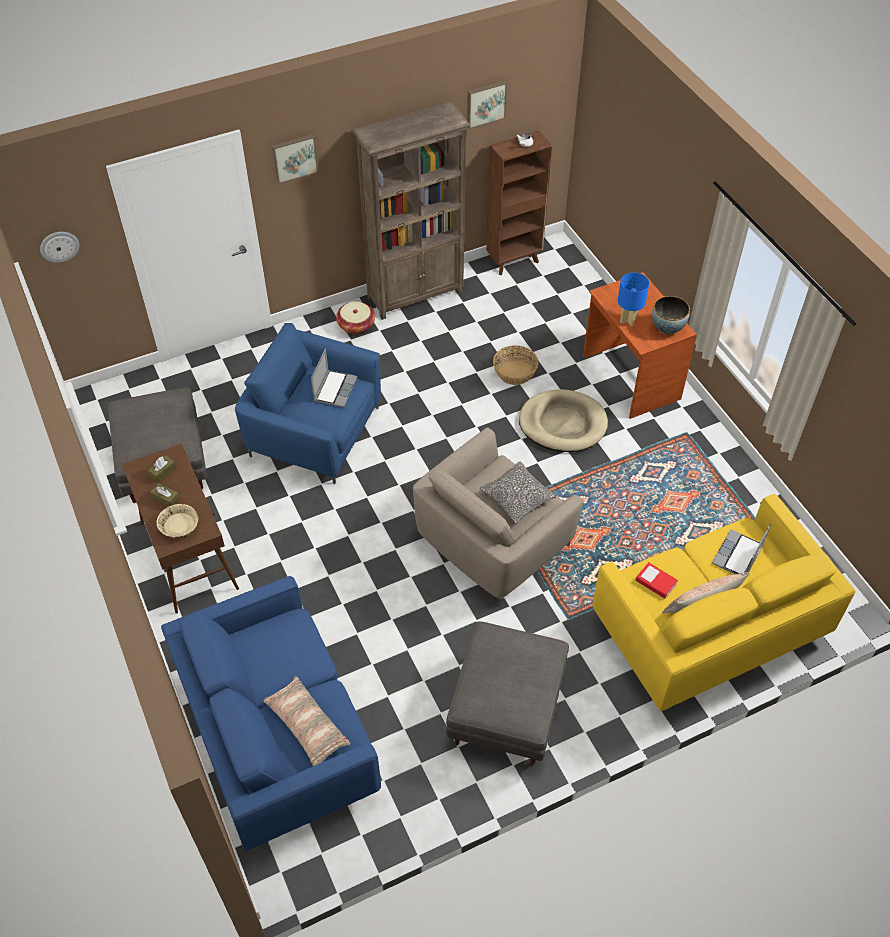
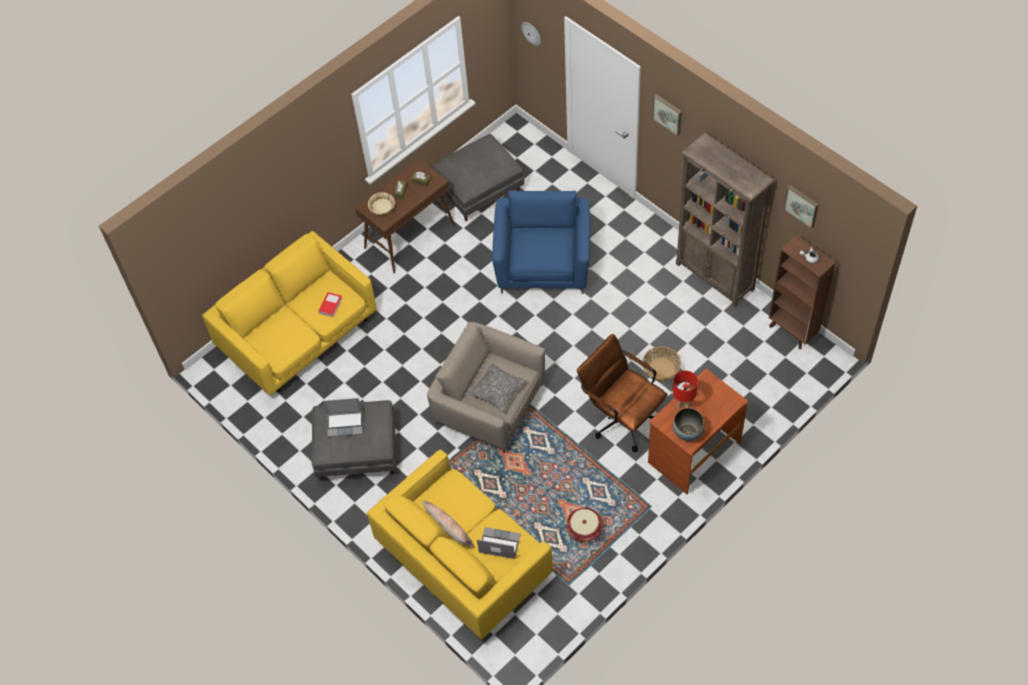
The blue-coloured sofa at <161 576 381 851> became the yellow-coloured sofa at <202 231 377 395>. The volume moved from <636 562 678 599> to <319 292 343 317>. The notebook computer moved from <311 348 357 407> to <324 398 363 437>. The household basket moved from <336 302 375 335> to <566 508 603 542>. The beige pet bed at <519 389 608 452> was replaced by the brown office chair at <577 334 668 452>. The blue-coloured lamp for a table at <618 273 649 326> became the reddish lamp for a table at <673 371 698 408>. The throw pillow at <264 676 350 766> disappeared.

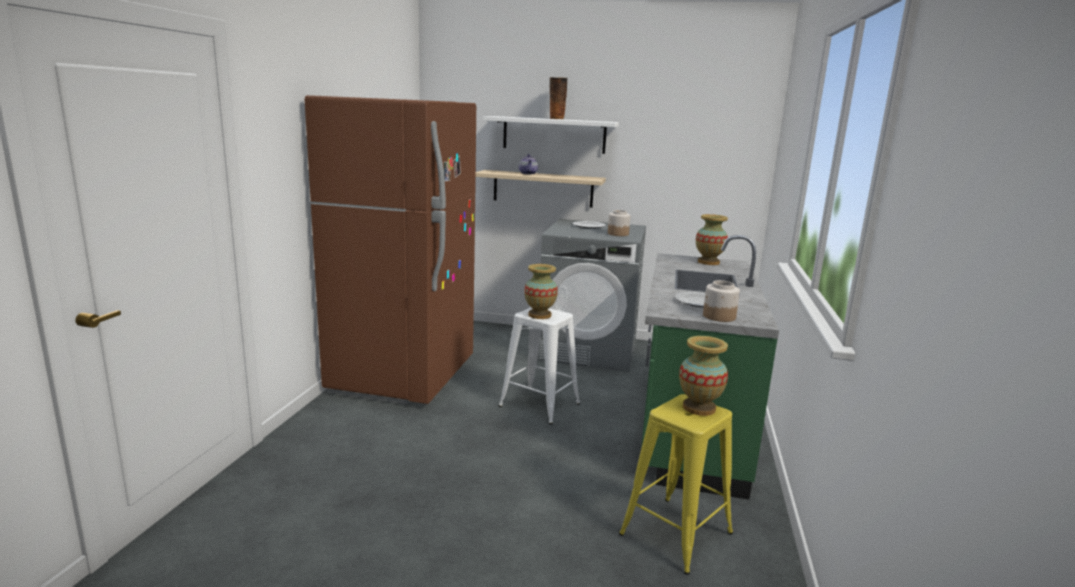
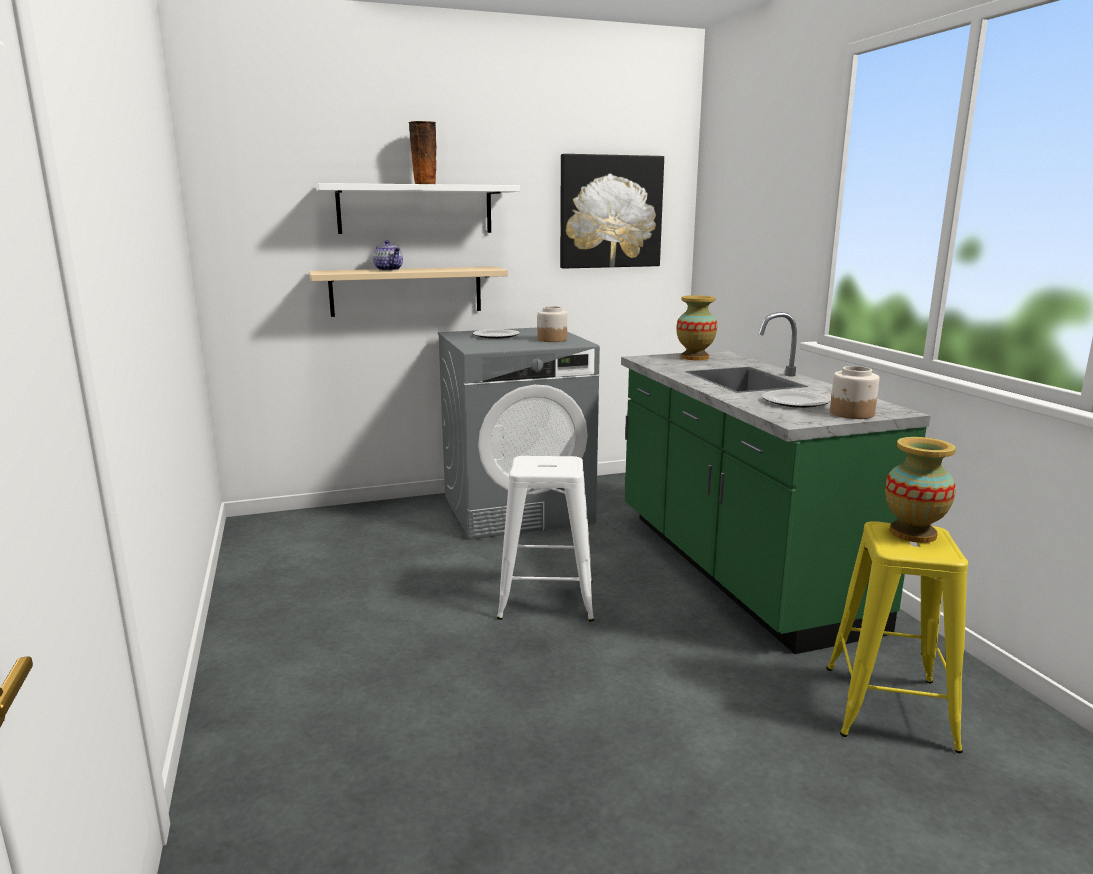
The wall picture at <560 154 664 268> appeared. The brown refrigerator at <305 95 476 405> disappeared. The decorative vase at <524 264 558 319> disappeared.

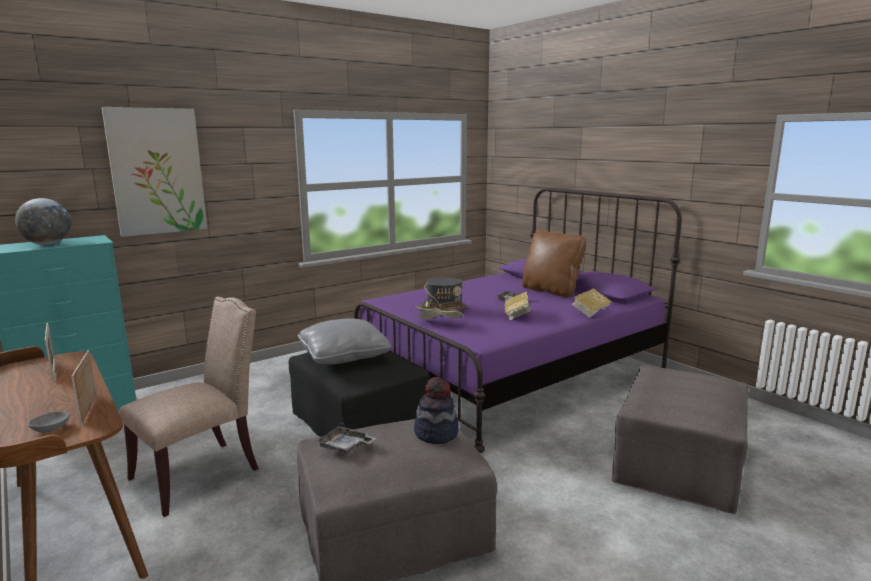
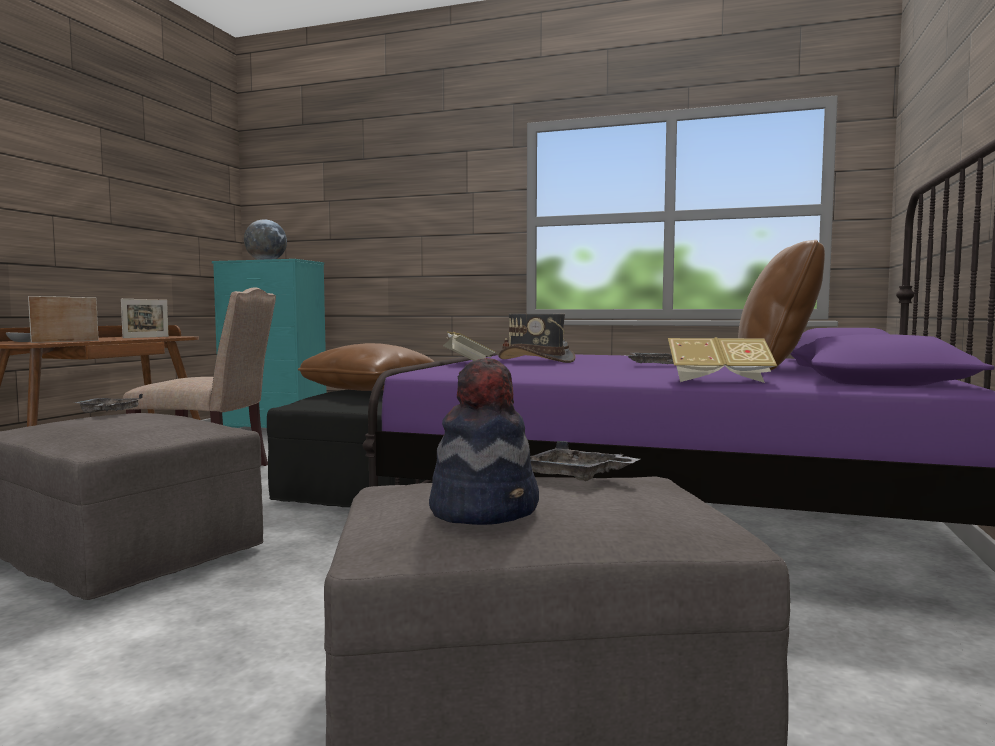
The gray throw pillow at <298 318 392 364> became the brown throw pillow at <298 343 434 391>. The hat moved from <414 377 459 444> to <429 358 539 525>. The gray carrying tray at <530 441 640 481> appeared. The wall picture at <102 107 207 237> disappeared. The volume at <505 291 531 320> disappeared.

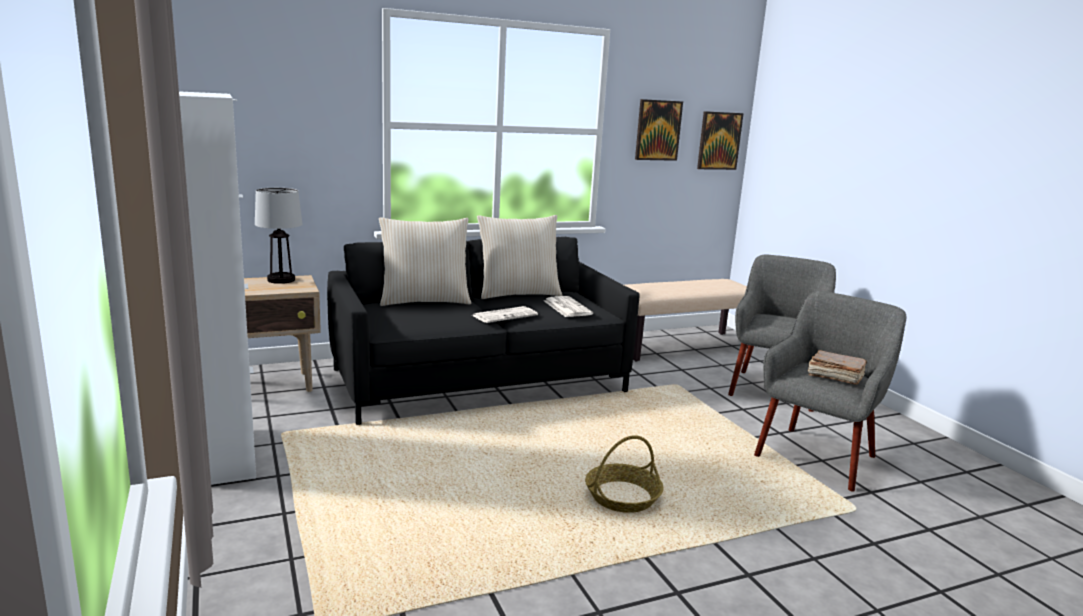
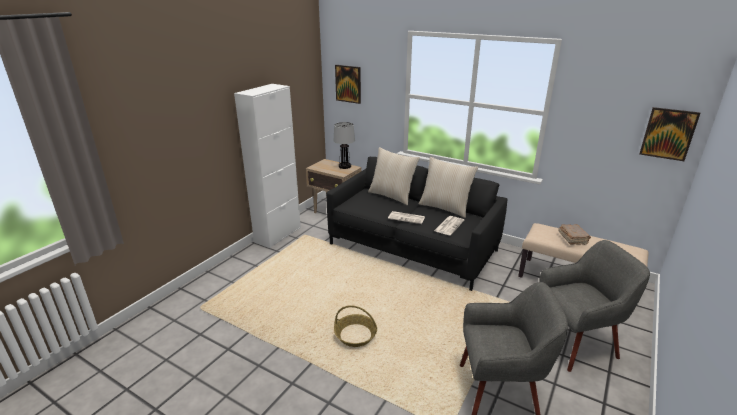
The wall picture moved from <635 99 683 161> to <335 65 361 104>. The brown volume moved from <808 350 867 385> to <558 224 591 245>.

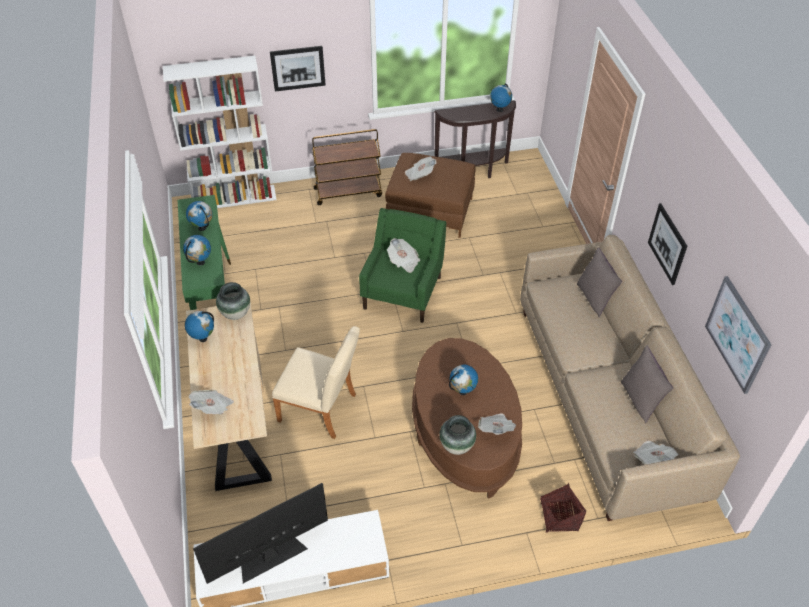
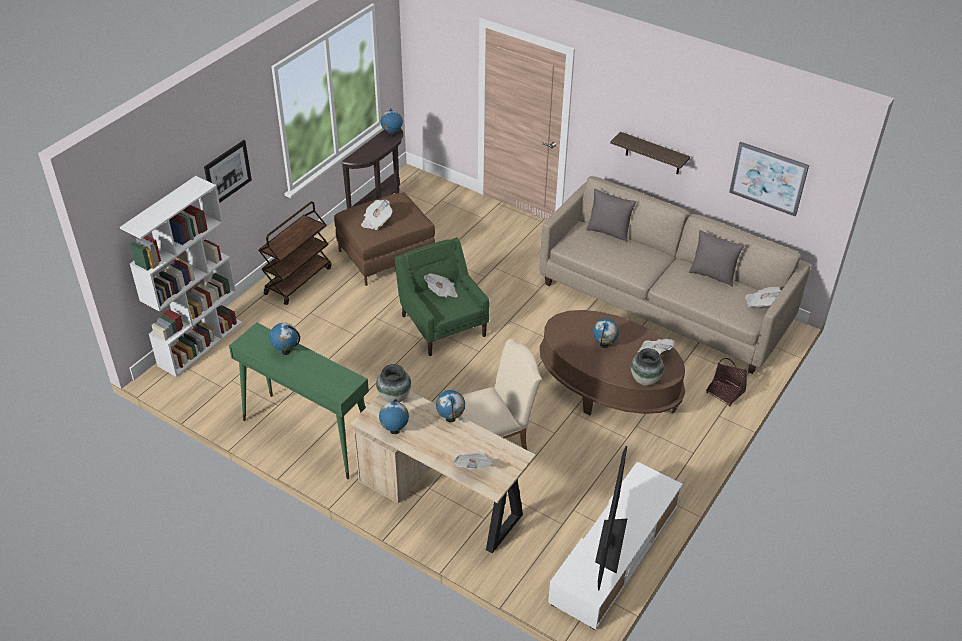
The globe moved from <183 235 211 265> to <436 390 465 423>. The wall picture at <648 203 687 285> was replaced by the shelf at <610 132 690 174>.

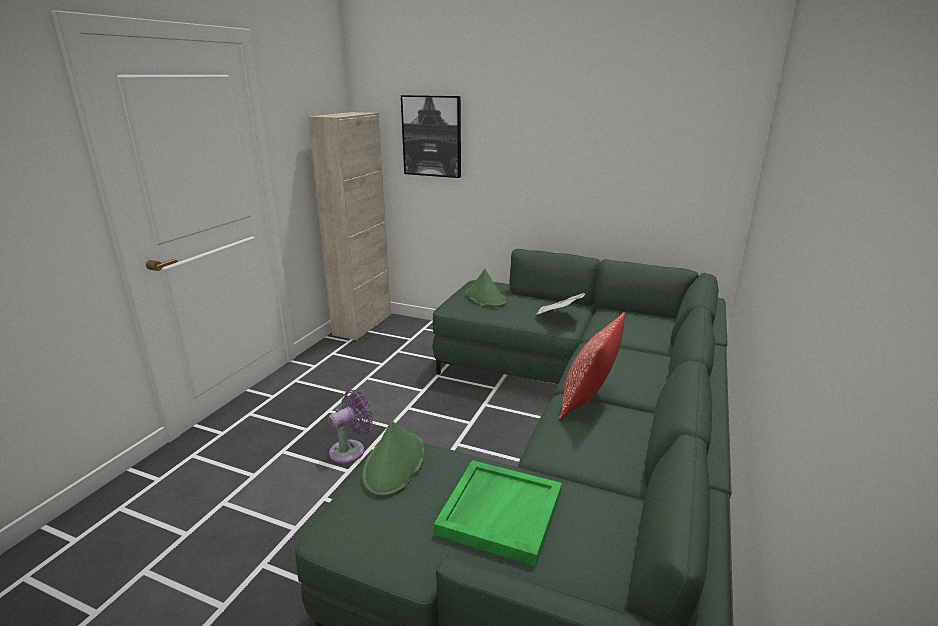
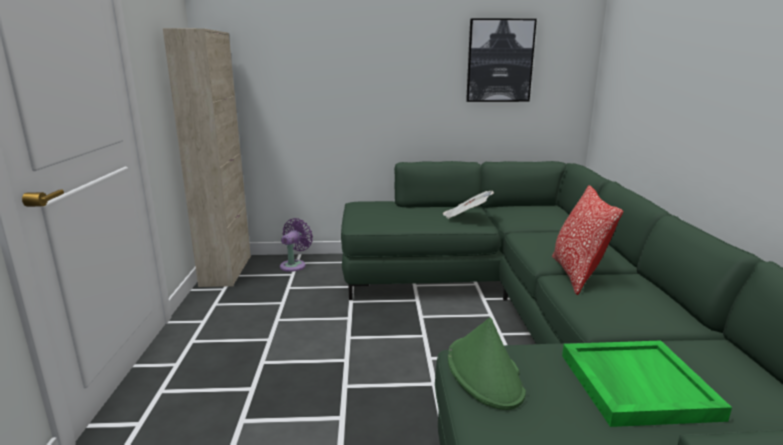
The purple-coloured electric fan moved from <328 390 373 463> to <280 218 313 272>. The wall picture moved from <401 95 461 178> to <466 18 537 102>. The green-coloured hat at <465 269 507 307> disappeared.

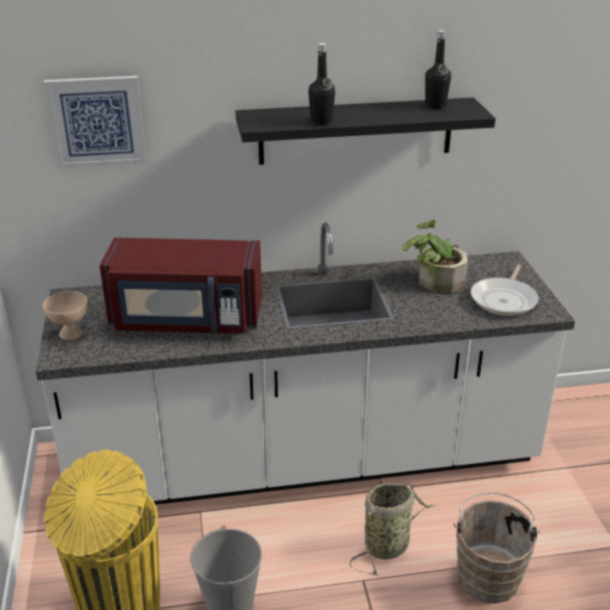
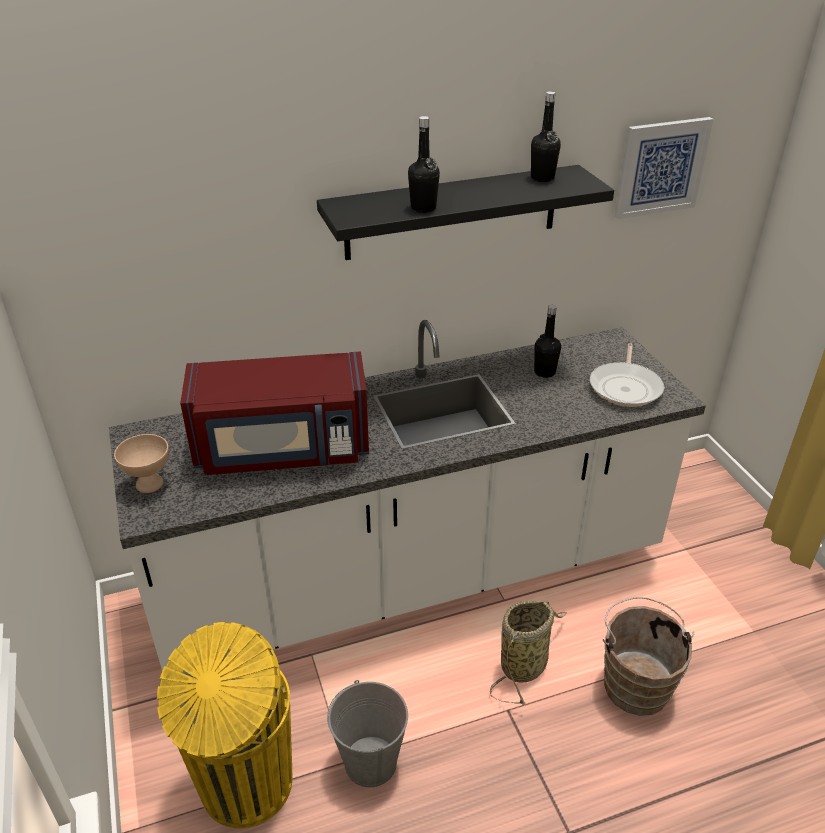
The potted plant at <402 220 468 293> was replaced by the black beverage bottle at <534 305 561 378>. The wall picture moved from <43 76 147 169> to <615 117 714 219>.

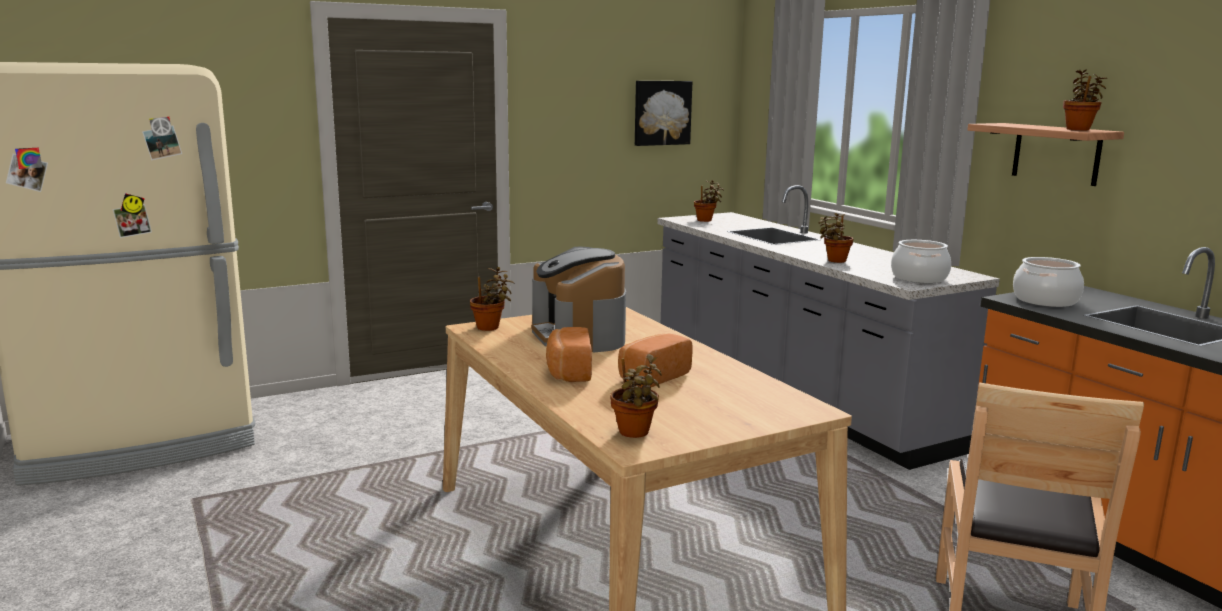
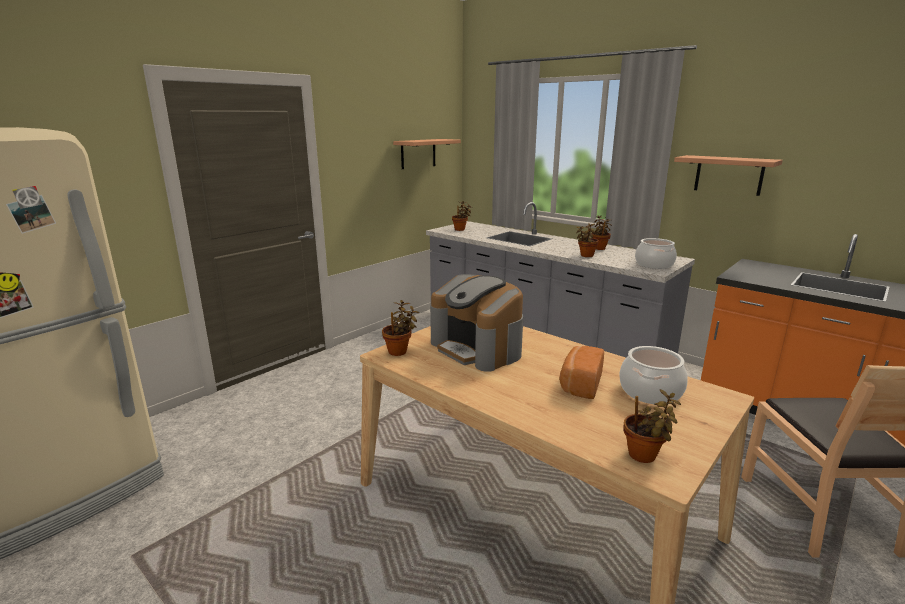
The wall picture at <635 81 692 146> was replaced by the shelf at <393 139 461 169>. The potted plant moved from <1063 69 1107 130> to <592 215 612 250>. The saucepot moved from <1013 257 1084 307> to <619 346 688 404>. The baked bread at <546 327 592 382> disappeared.

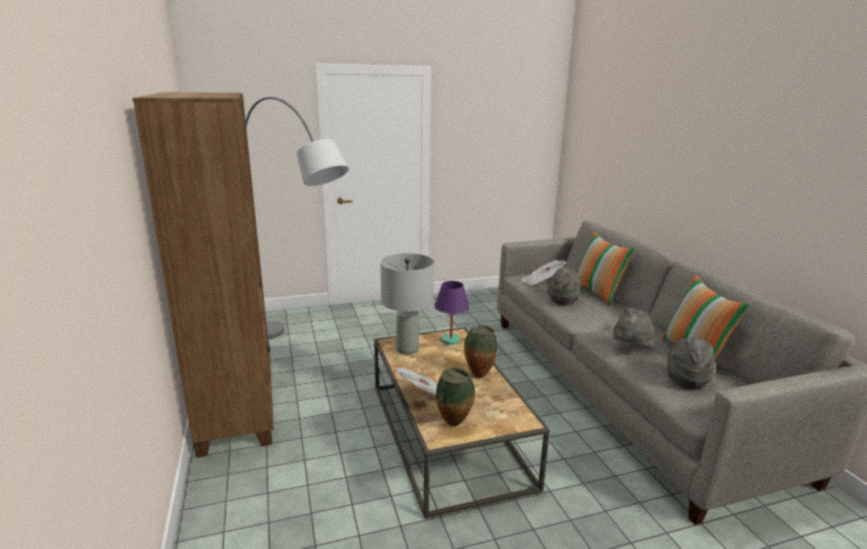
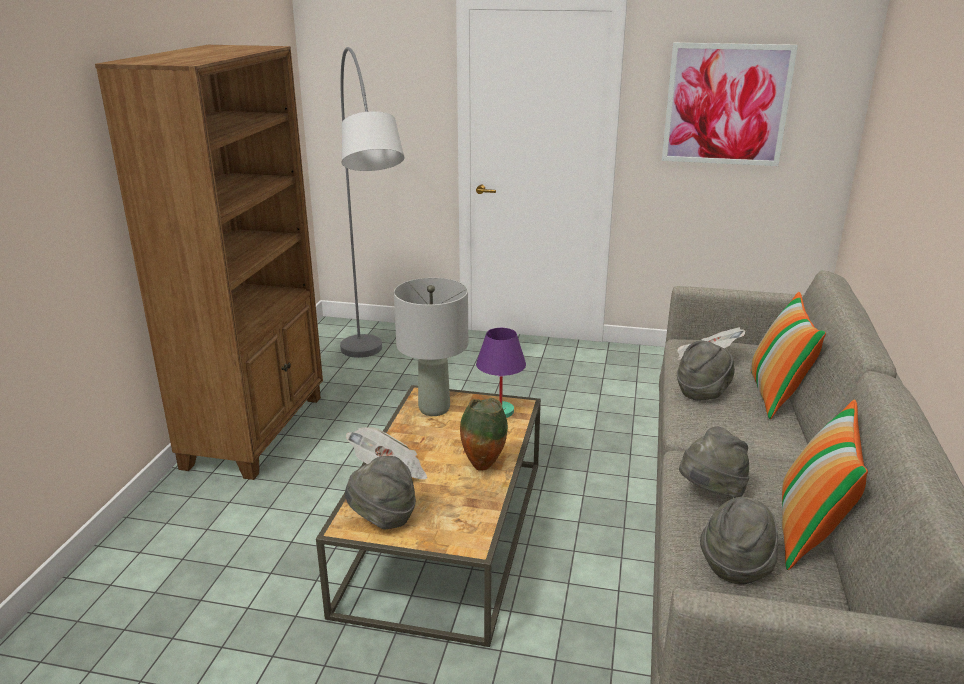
The decorative vase at <436 367 475 427> was replaced by the gray hat at <345 456 416 529>. The wall picture at <662 43 798 166> appeared.

